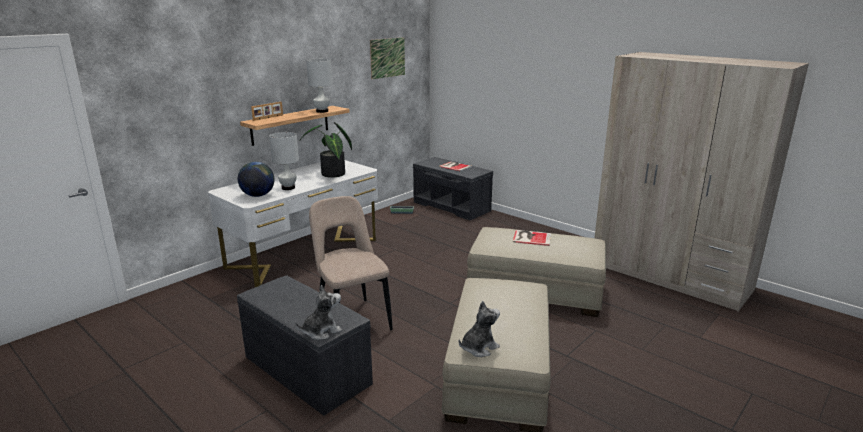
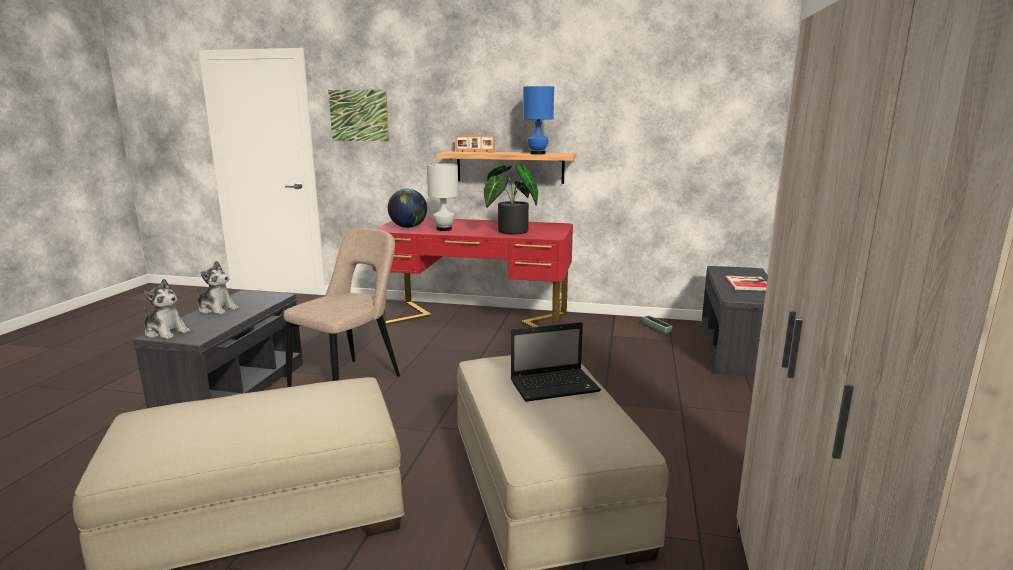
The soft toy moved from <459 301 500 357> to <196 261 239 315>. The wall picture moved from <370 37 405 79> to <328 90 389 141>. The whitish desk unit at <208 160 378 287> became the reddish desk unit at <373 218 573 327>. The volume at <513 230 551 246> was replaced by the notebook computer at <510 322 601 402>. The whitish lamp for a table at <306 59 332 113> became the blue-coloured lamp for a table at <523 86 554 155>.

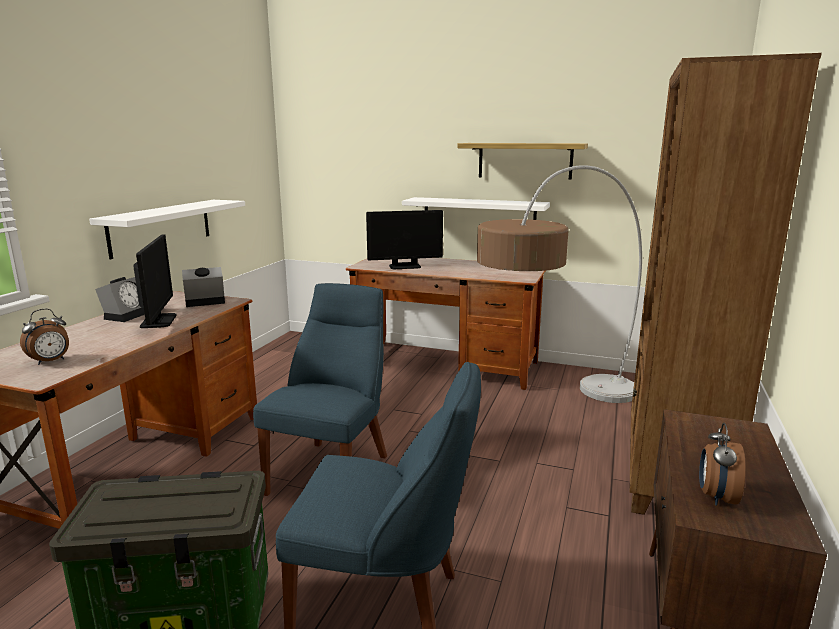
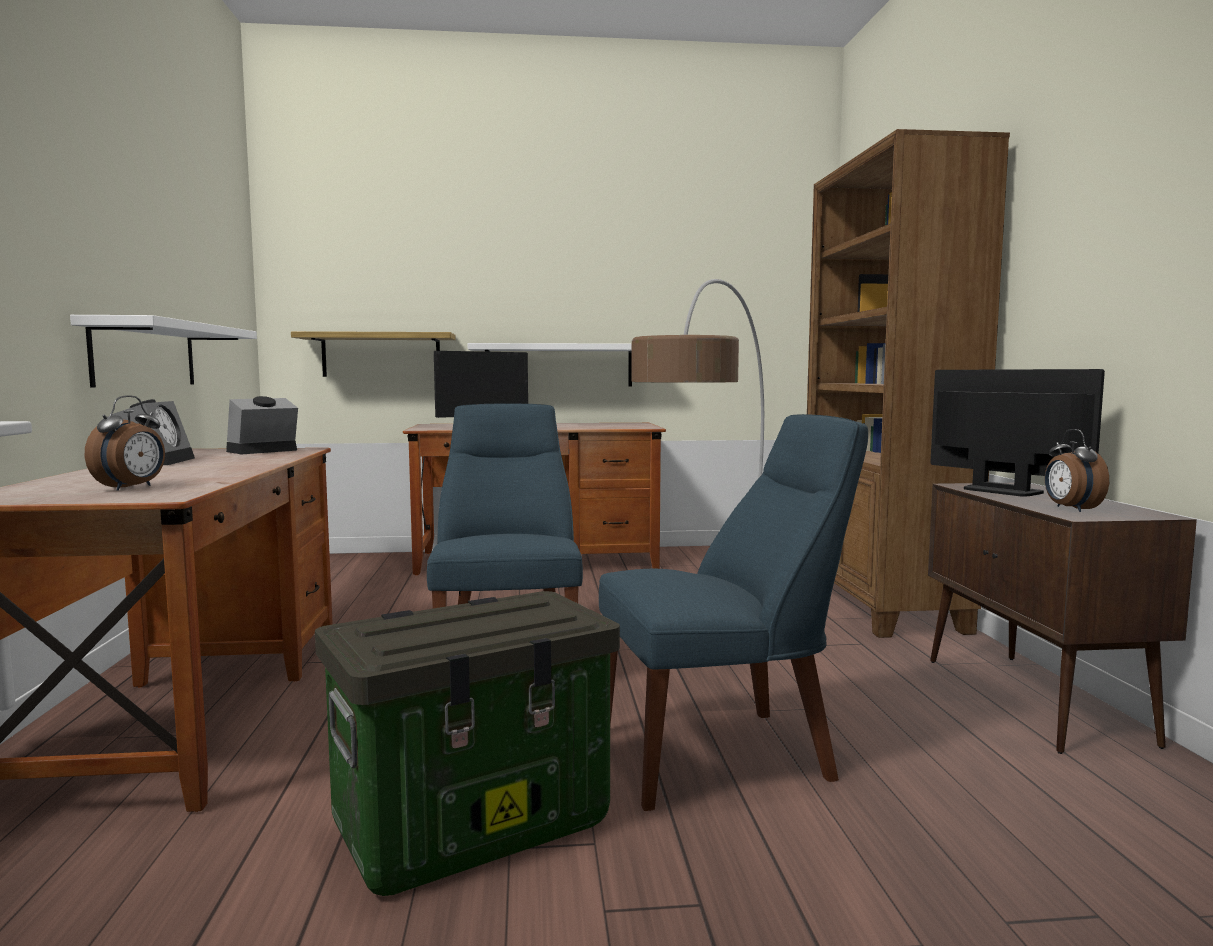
The shelf moved from <457 143 588 180> to <291 331 455 377>. The monitor moved from <133 234 177 328> to <930 369 1105 497>.

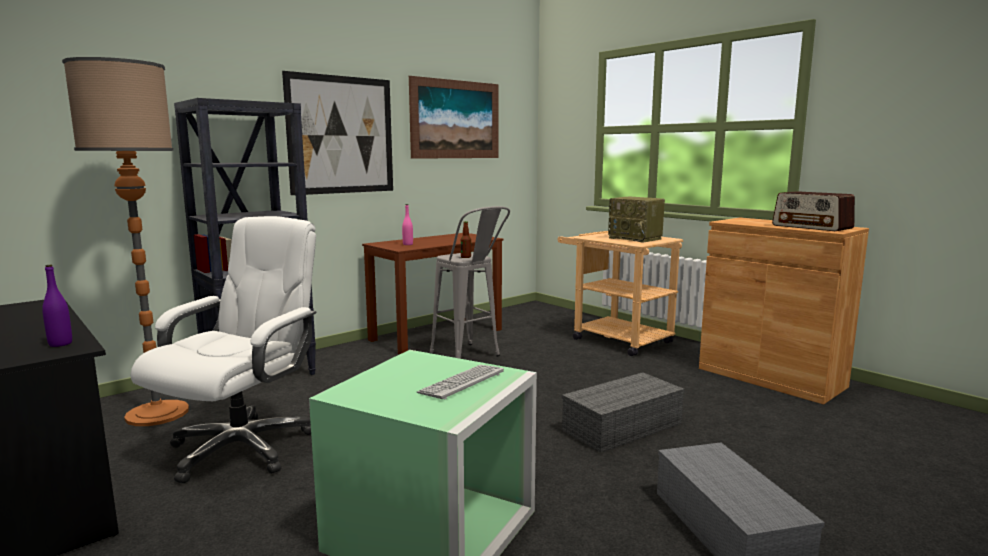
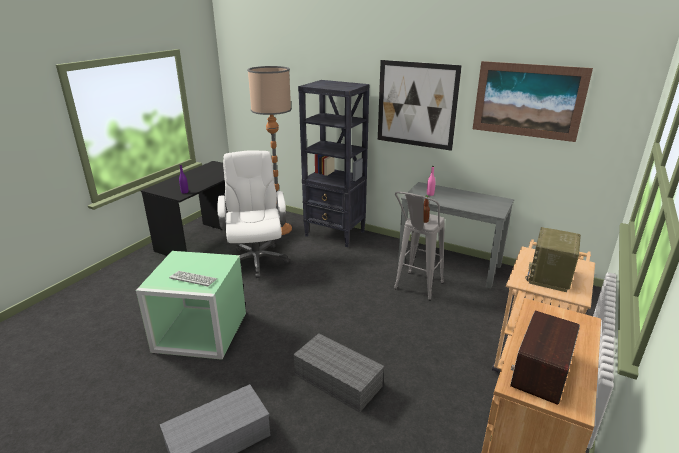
The whitish office chair at <130 216 316 483> turned 105 degrees counterclockwise. The brown desk unit at <362 233 503 354> became the gray desk unit at <398 182 514 288>.

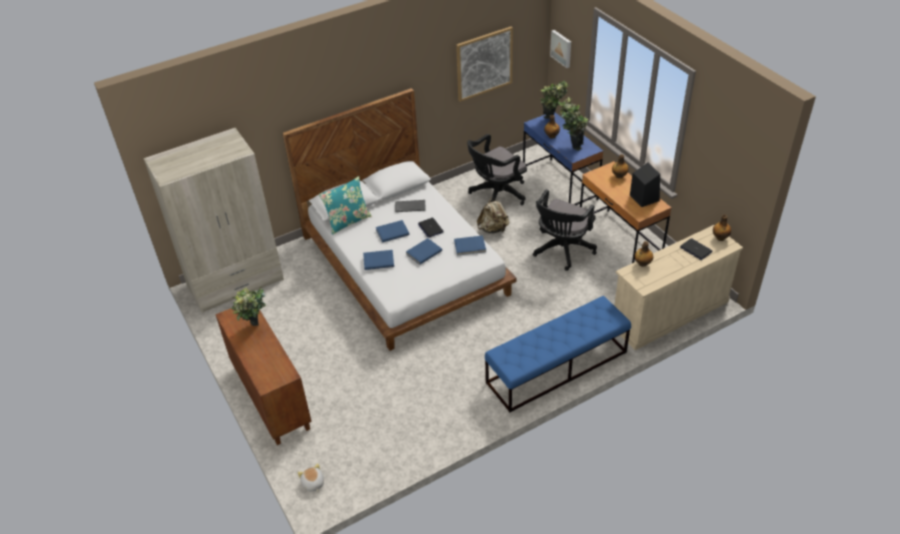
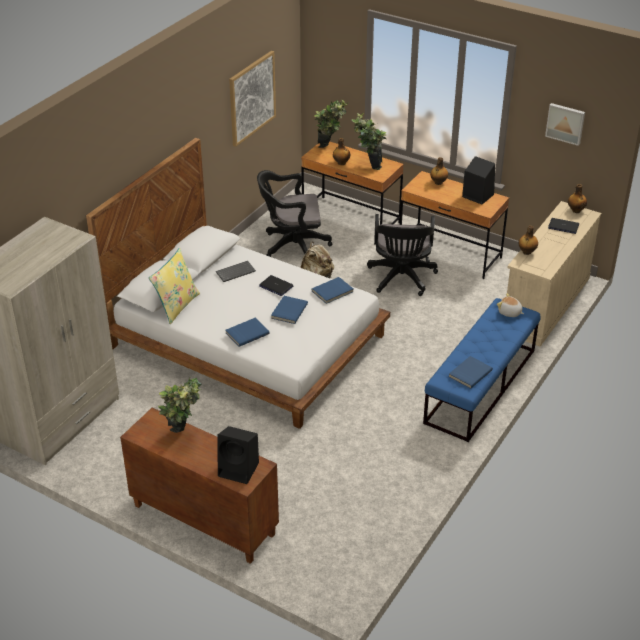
The turquoise throw pillow at <319 176 371 235> became the yellow-coloured throw pillow at <149 248 200 324>. The black audio speaker at <217 426 259 484> appeared. The black office chair at <467 134 527 205> turned 60 degrees clockwise. The blue-coloured desk unit at <523 112 603 205> became the brown desk unit at <301 141 404 225>. The blue-coloured volume moved from <376 220 409 243> to <449 356 493 389>. The soft toy moved from <298 463 324 492> to <497 293 524 317>. The wall picture moved from <550 30 571 68> to <545 103 585 146>.

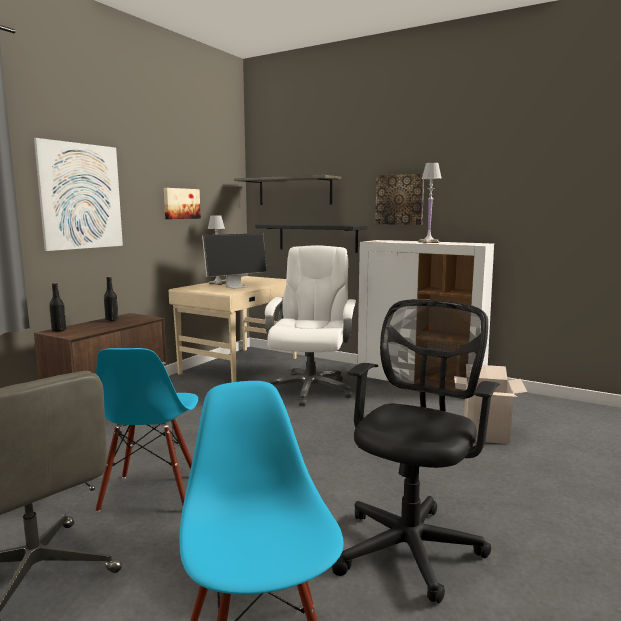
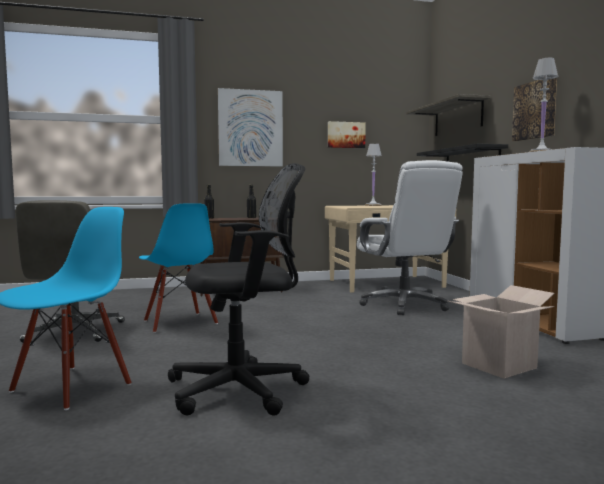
The blue-coloured chair at <96 348 198 512> turned 75 degrees counterclockwise. The whitish office chair at <265 245 356 406> turned 105 degrees clockwise. The monitor at <202 233 267 289> disappeared.

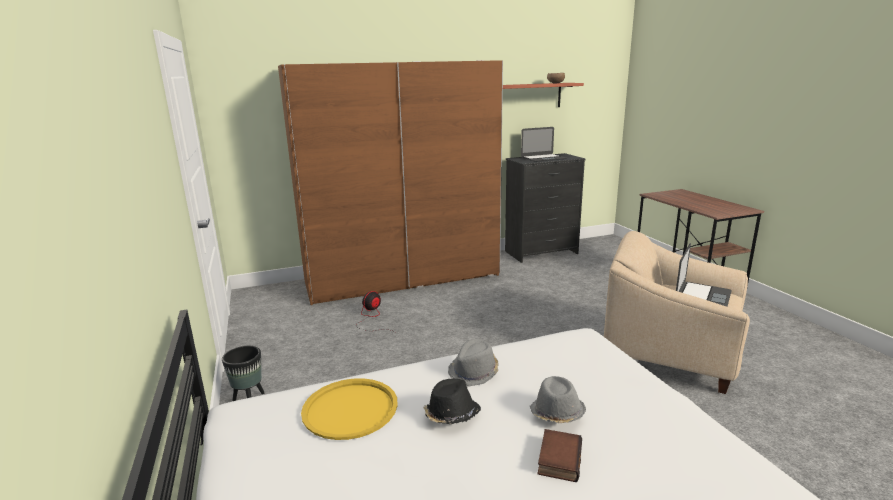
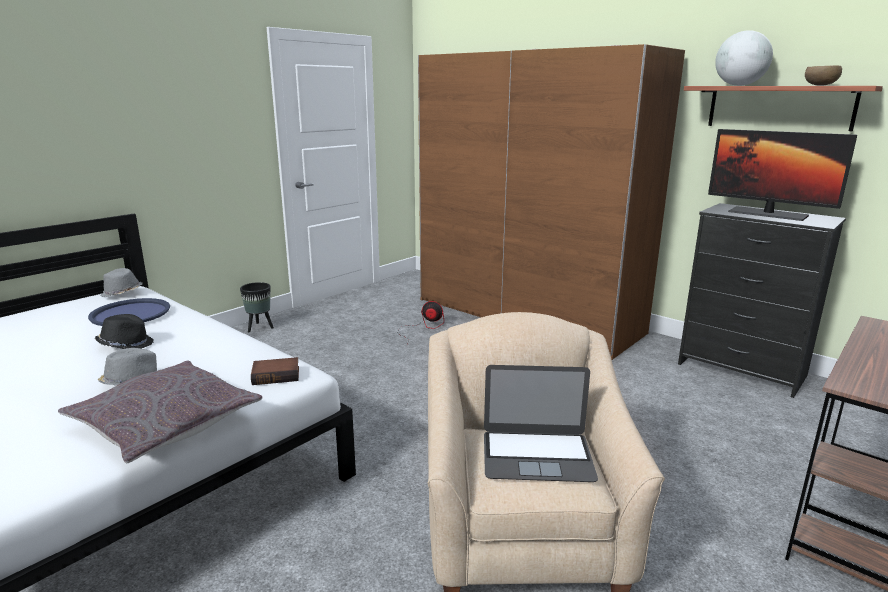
The gray throw pillow at <58 361 262 463> appeared. The yellow-coloured carrying tray at <301 378 398 440> became the blue-coloured carrying tray at <88 298 170 326>. The gray hat moved from <448 339 498 387> to <100 268 143 297>. The volume moved from <538 429 582 482> to <251 357 299 385>. The notebook computer at <521 127 567 162> was replaced by the monitor at <708 129 857 221>. The globe at <715 30 773 86> appeared.

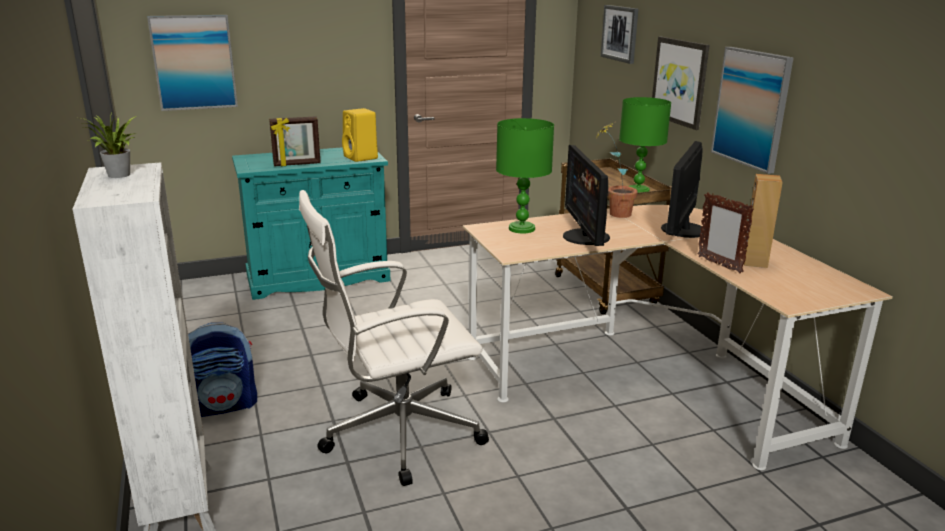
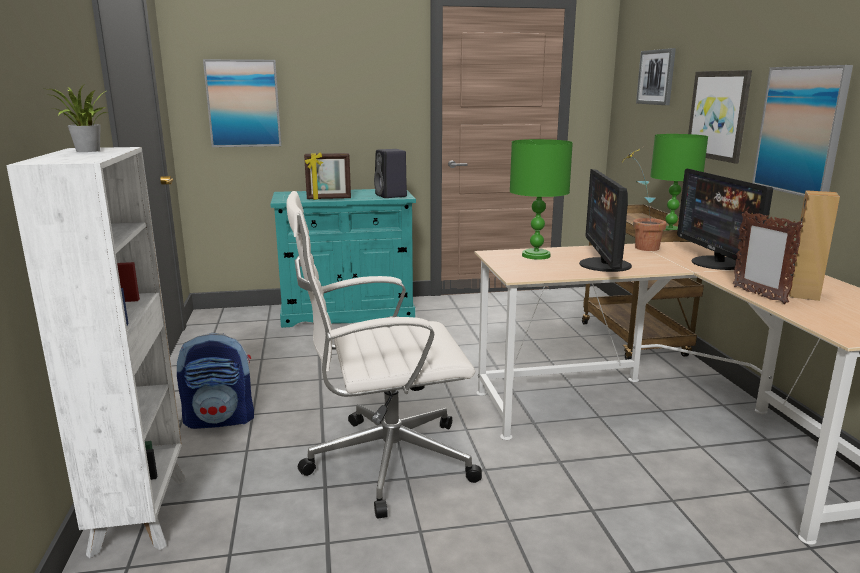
The yellow-coloured audio speaker at <342 108 378 162> became the black audio speaker at <374 149 407 198>. The monitor at <661 141 705 238> turned 45 degrees counterclockwise.

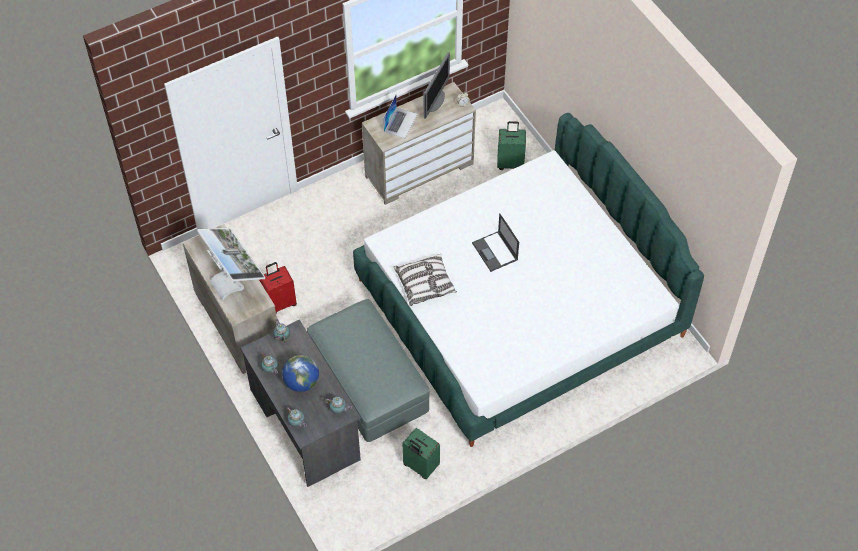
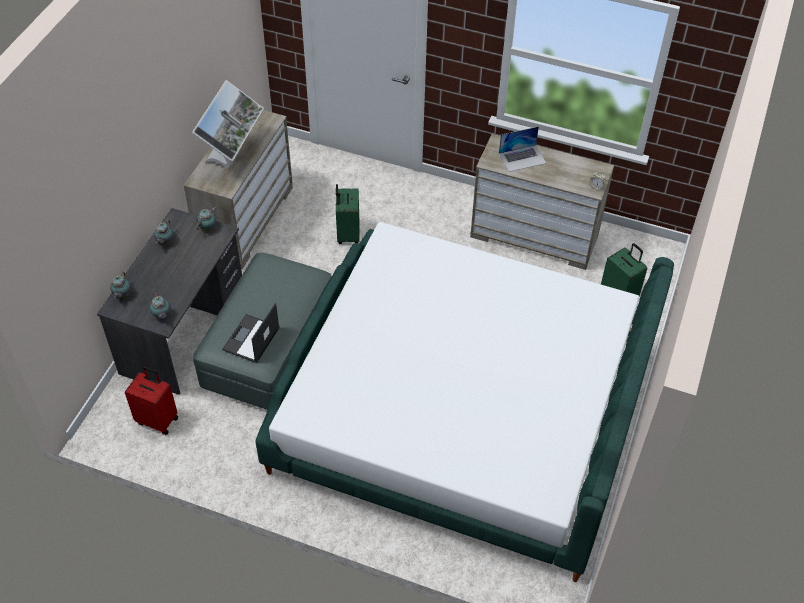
The reddish piece of luggage moved from <259 262 297 314> to <125 367 178 435>. The notebook computer moved from <472 213 519 272> to <222 303 280 363>. The green-coloured piece of luggage moved from <402 428 440 479> to <336 184 359 244>. The globe at <282 355 319 392> disappeared. The throw pillow at <394 254 457 306> disappeared. The monitor at <424 52 450 119> disappeared.

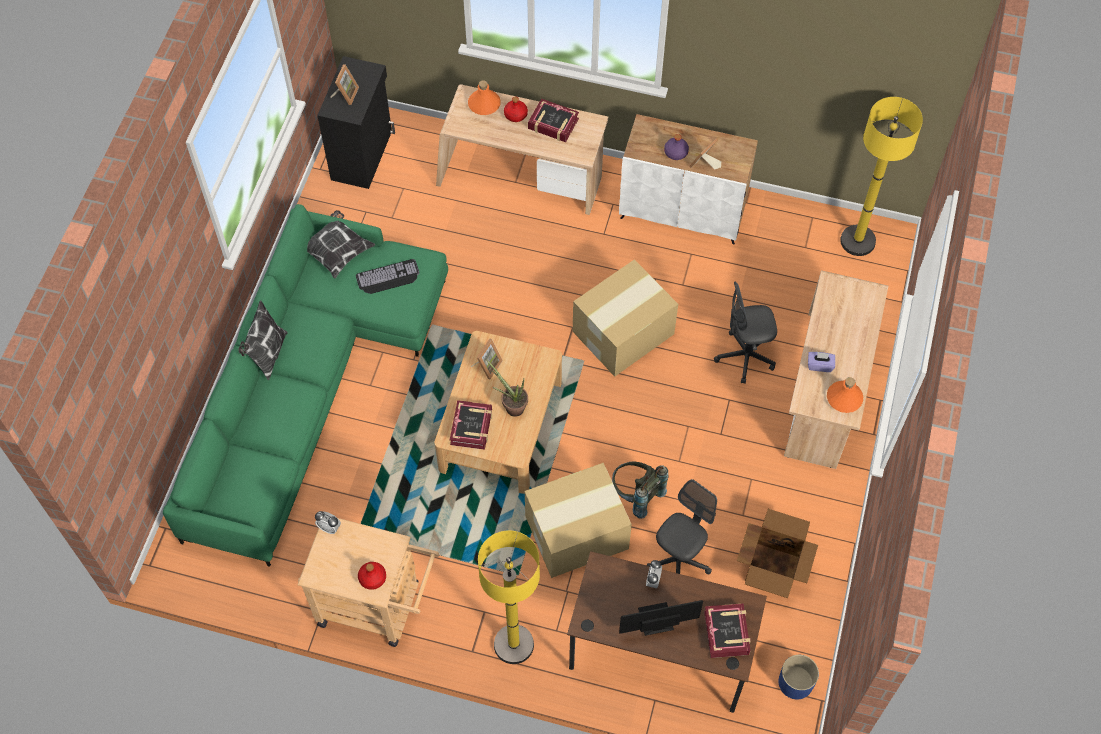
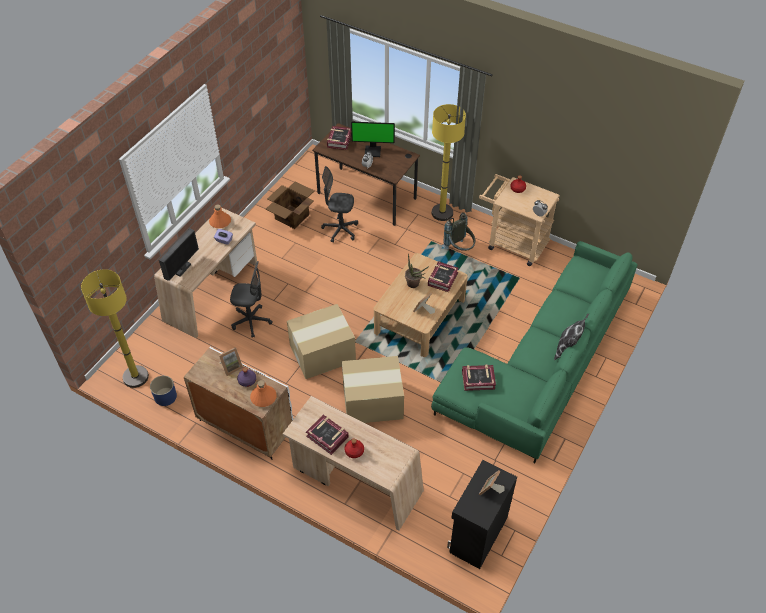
The blue-coloured flower pot moved from <778 655 819 699> to <150 376 177 406>. The monitor at <159 228 199 281> appeared. The orange-coloured beverage bottle moved from <468 80 501 115> to <250 380 277 407>. The gray office chair at <647 479 717 574> turned 45 degrees clockwise. The cardboard box moved from <525 463 632 578> to <342 356 404 423>. The gray backpack moved from <612 461 669 519> to <442 212 475 251>. The PC keyboard at <356 259 419 294> was replaced by the volume at <462 364 496 391>. The throw pillow at <307 210 375 279> disappeared.

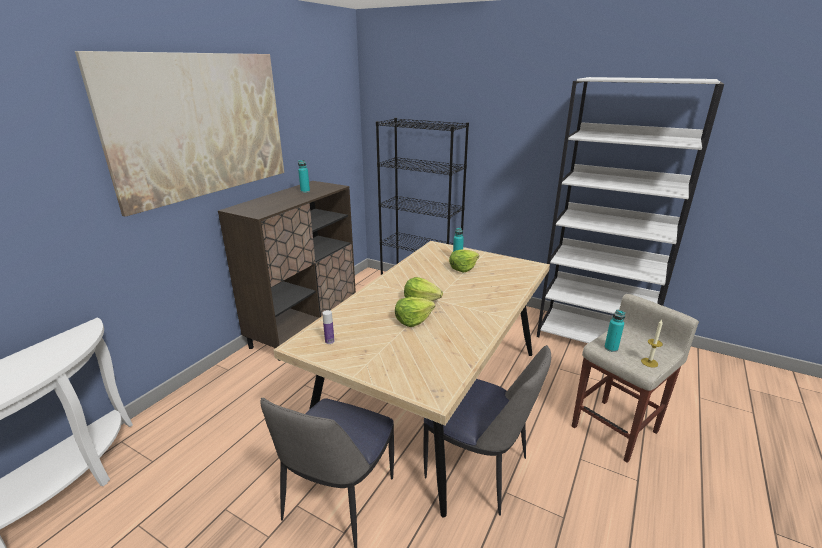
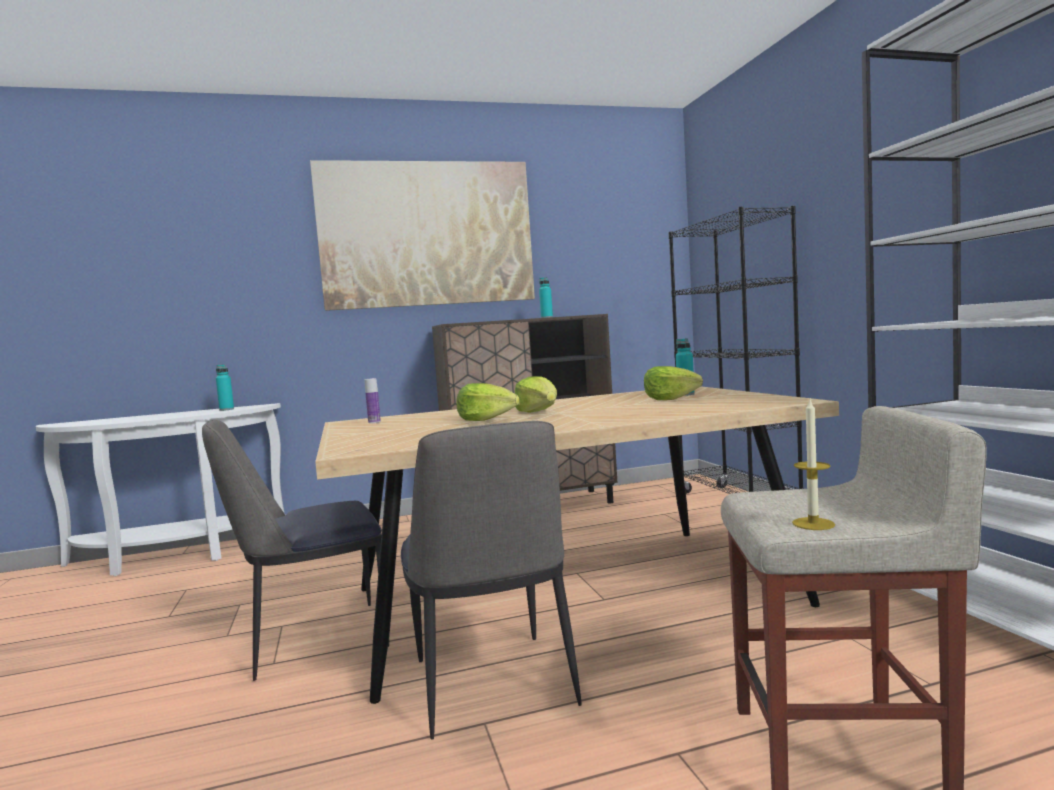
The turquoise beverage bottle moved from <604 310 625 352> to <216 364 234 411>.

